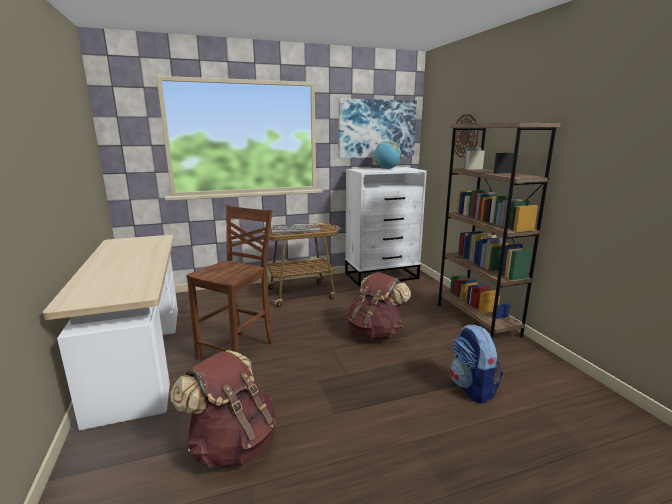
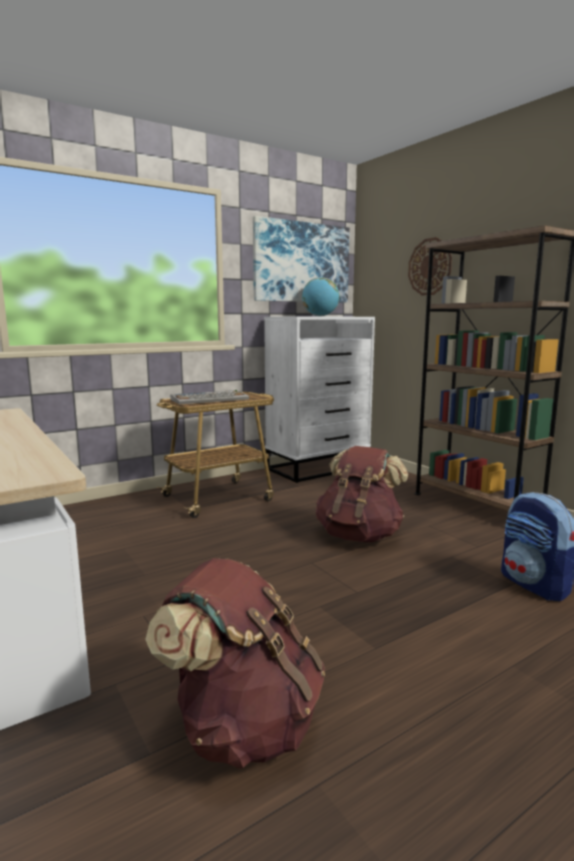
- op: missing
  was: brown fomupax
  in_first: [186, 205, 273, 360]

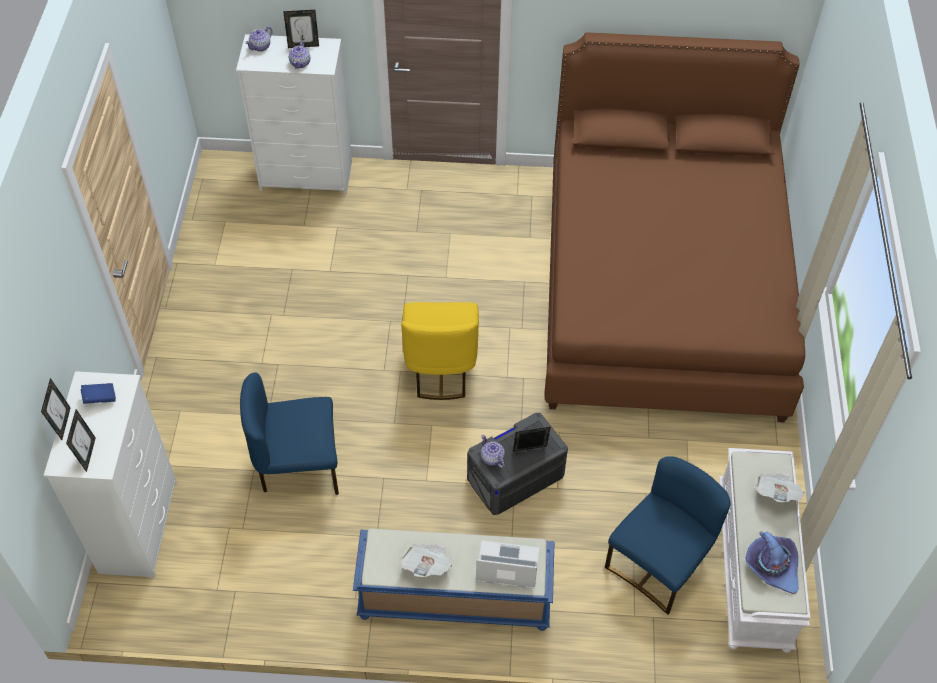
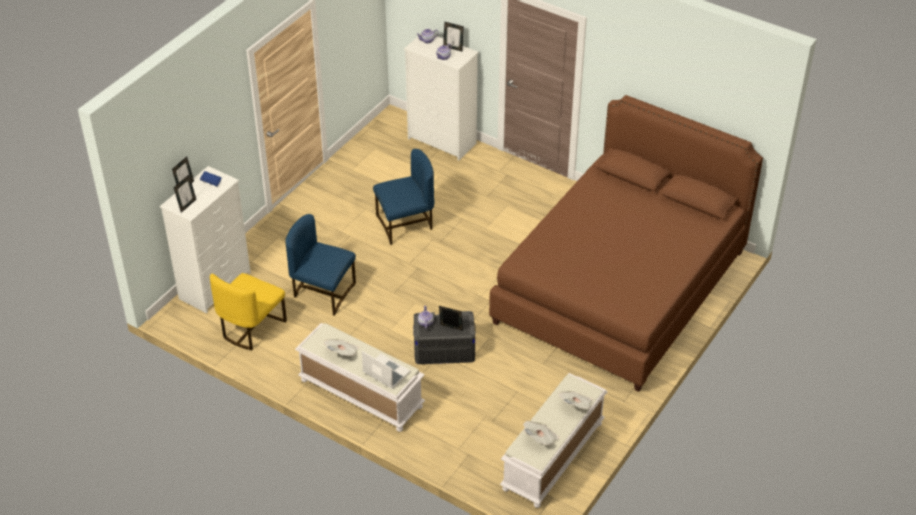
- op: colour
  was: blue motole
  now: white motole
  in_first: [353, 529, 554, 631]
  in_second: [295, 323, 425, 432]
- op: relocated
  was: yellow fomupax
  in_first: [401, 302, 479, 400]
  in_second: [210, 273, 287, 350]
- op: relocated
  was: blue fomupax
  in_first: [605, 456, 730, 615]
  in_second: [373, 149, 434, 245]
- op: exchanged
  was: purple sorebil
  now: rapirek
  in_first: [746, 531, 799, 594]
  in_second: [523, 421, 560, 446]

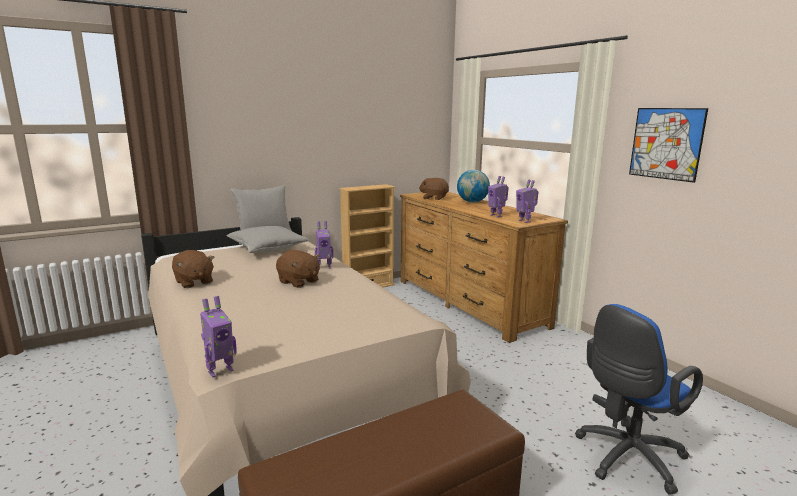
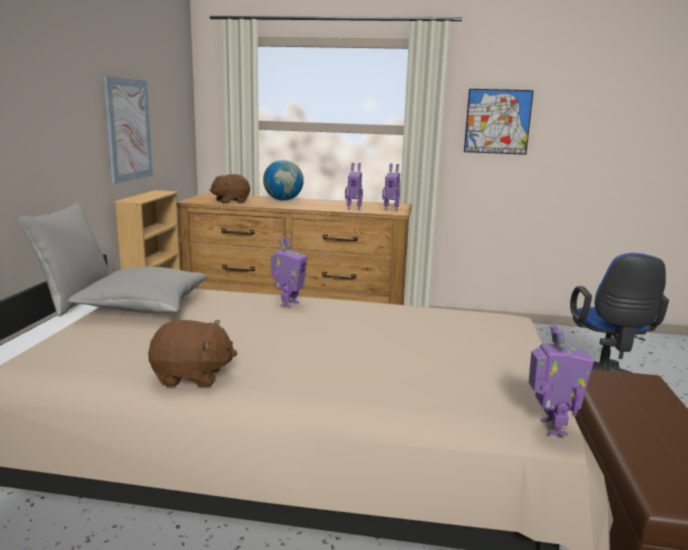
- op: missing
  was: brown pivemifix
  in_first: [276, 250, 320, 288]
- op: appeared
  now: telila
  in_second: [104, 76, 153, 184]

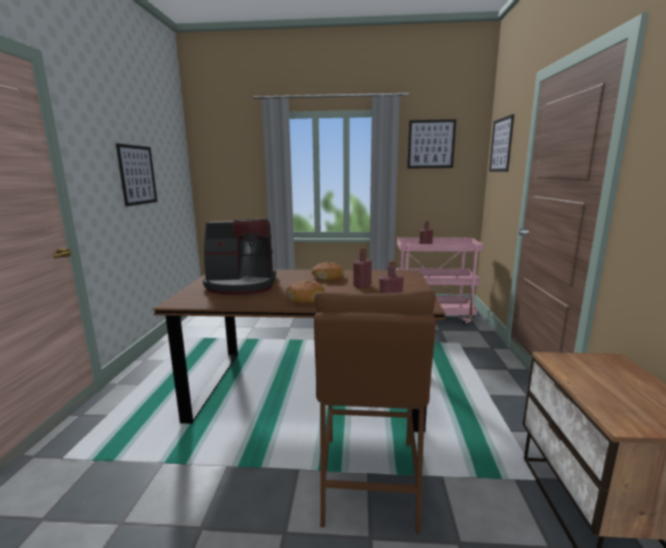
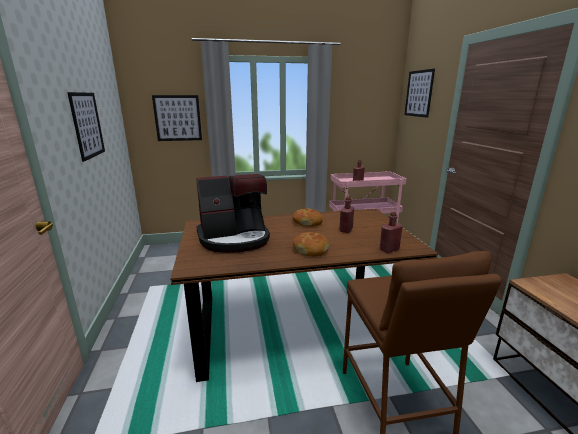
- op: relocated
  was: telila
  in_first: [407, 119, 456, 169]
  in_second: [152, 95, 202, 141]

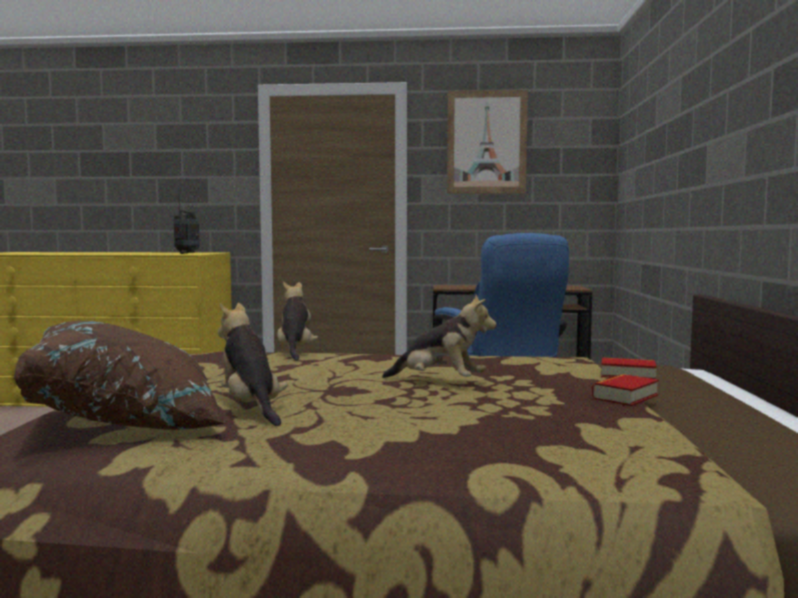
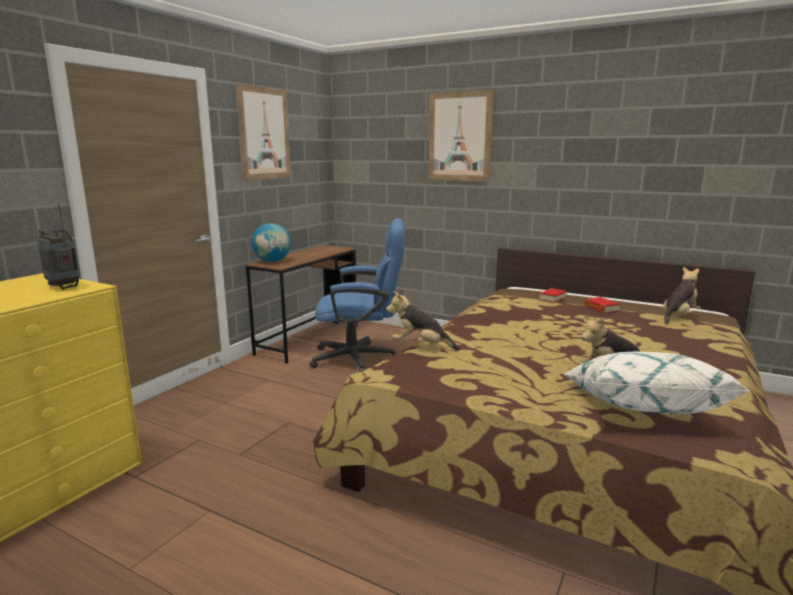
- op: colour
  was: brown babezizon
  now: white babezizon
  in_first: [14, 321, 226, 430]
  in_second: [564, 352, 750, 414]
- op: relocated
  was: pivemifix
  in_first: [382, 295, 497, 378]
  in_second: [663, 266, 700, 324]
- op: appeared
  now: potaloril
  in_second: [252, 223, 291, 262]
- op: appeared
  now: telila
  in_second: [428, 90, 494, 182]

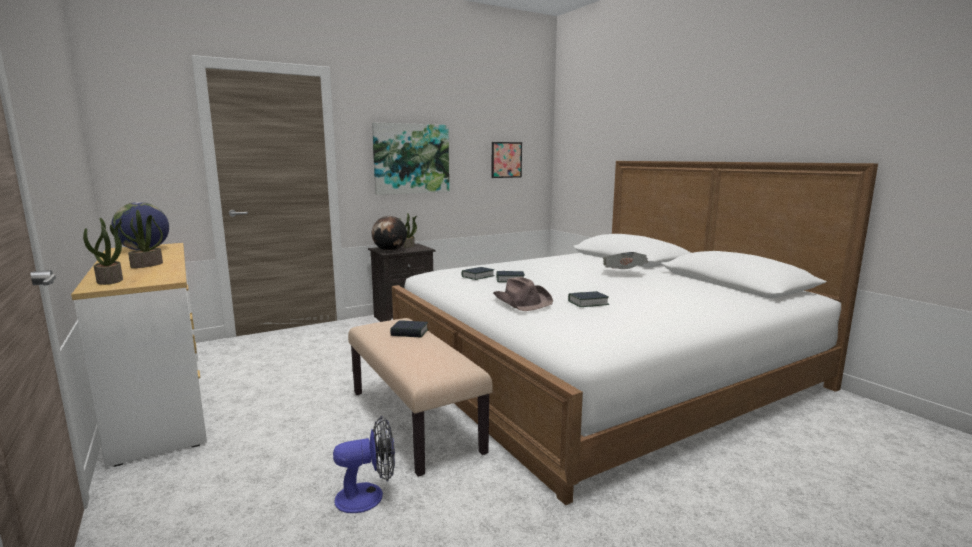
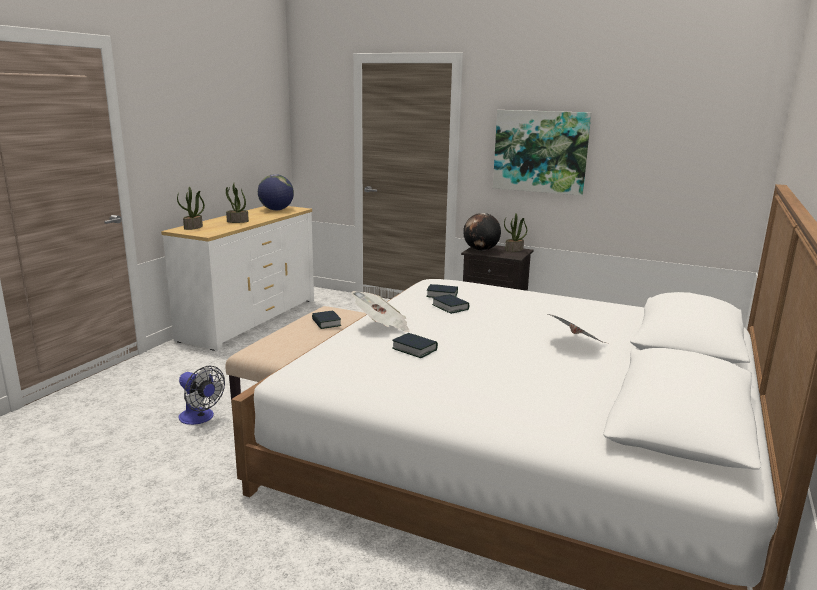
- op: missing
  was: telila
  in_first: [492, 142, 522, 178]
- op: exchanged
  was: brown sorebil
  now: rapirek
  in_first: [493, 277, 553, 311]
  in_second: [352, 291, 410, 332]

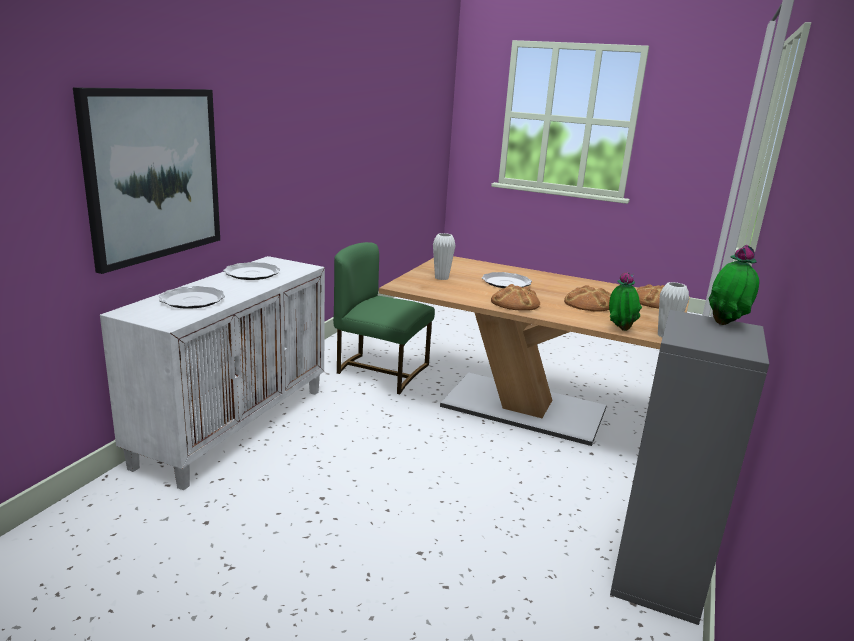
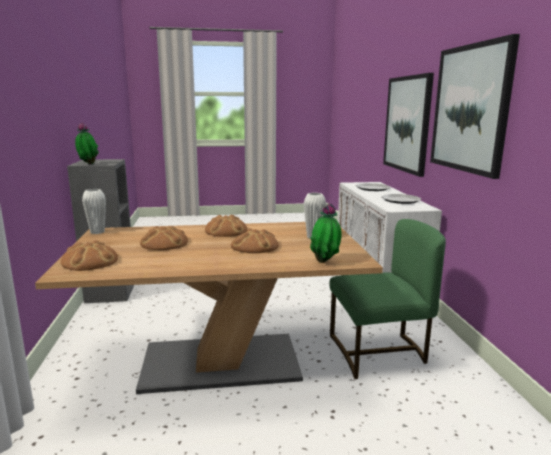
- op: exchanged
  was: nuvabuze
  now: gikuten
  in_first: [482, 272, 532, 288]
  in_second: [231, 228, 279, 253]
- op: relocated
  was: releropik
  in_first: [609, 272, 642, 331]
  in_second: [310, 203, 342, 263]
- op: appeared
  now: telila
  in_second: [430, 34, 520, 179]

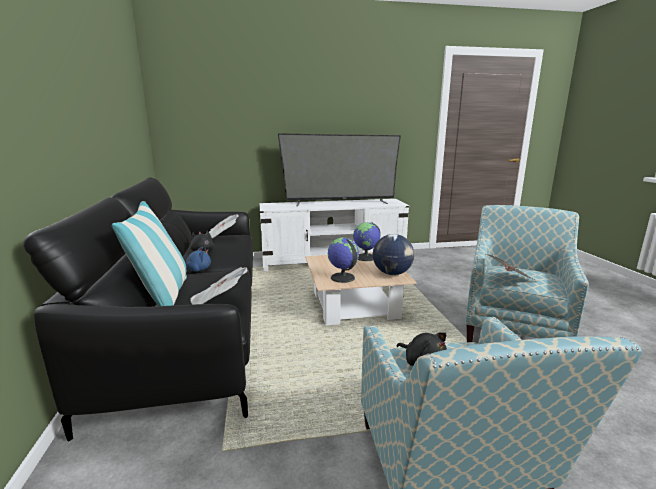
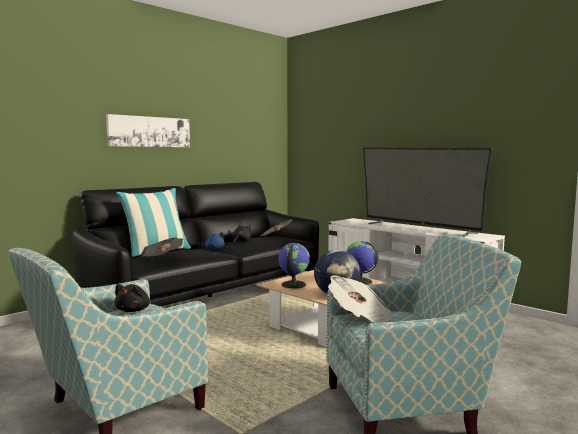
- op: appeared
  now: telila
  in_second: [106, 114, 190, 147]

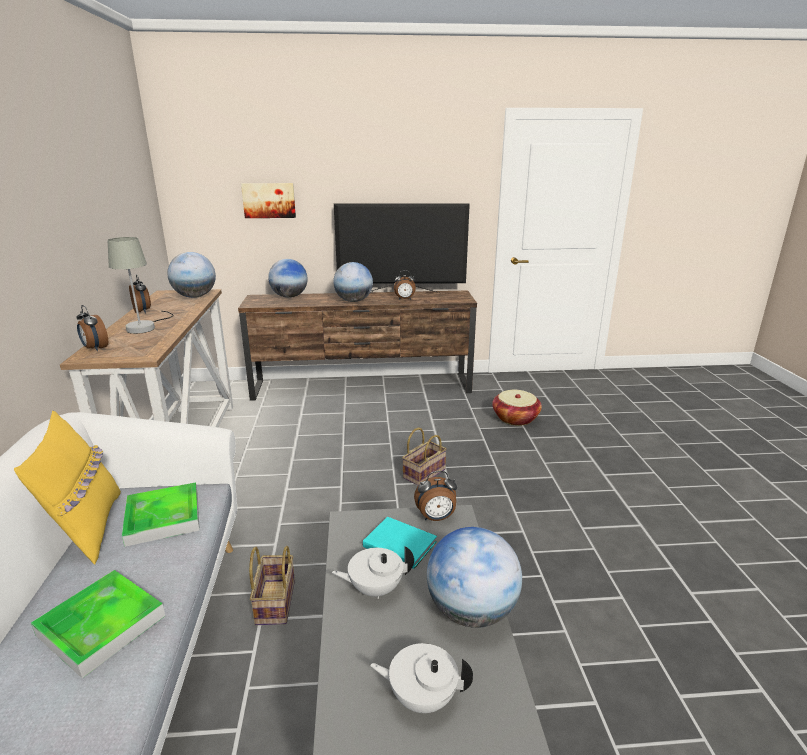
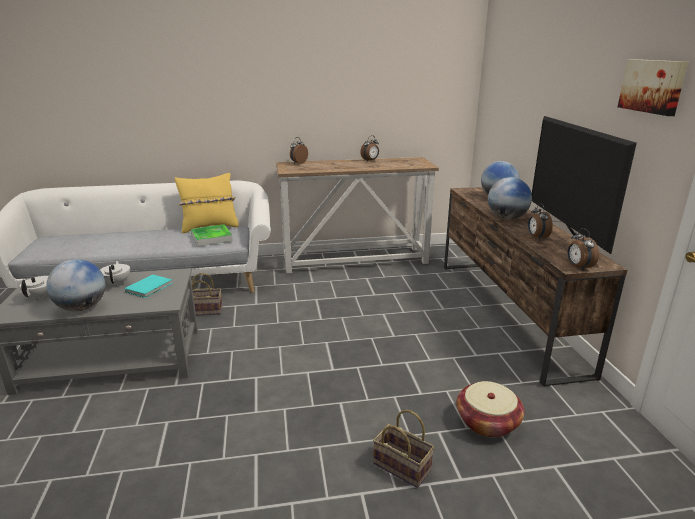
- op: missing
  was: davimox
  in_first: [31, 570, 165, 678]
- op: missing
  was: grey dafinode
  in_first: [108, 237, 174, 334]
- op: missing
  was: potaloril
  in_first: [167, 252, 216, 298]
- op: relocated
  was: telila
  in_first: [241, 183, 296, 218]
  in_second: [618, 59, 688, 116]
- op: relocated
  was: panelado
  in_first: [402, 427, 447, 486]
  in_second: [373, 410, 434, 488]
- op: relocated
  was: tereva
  in_first: [414, 471, 457, 521]
  in_second: [567, 228, 599, 271]

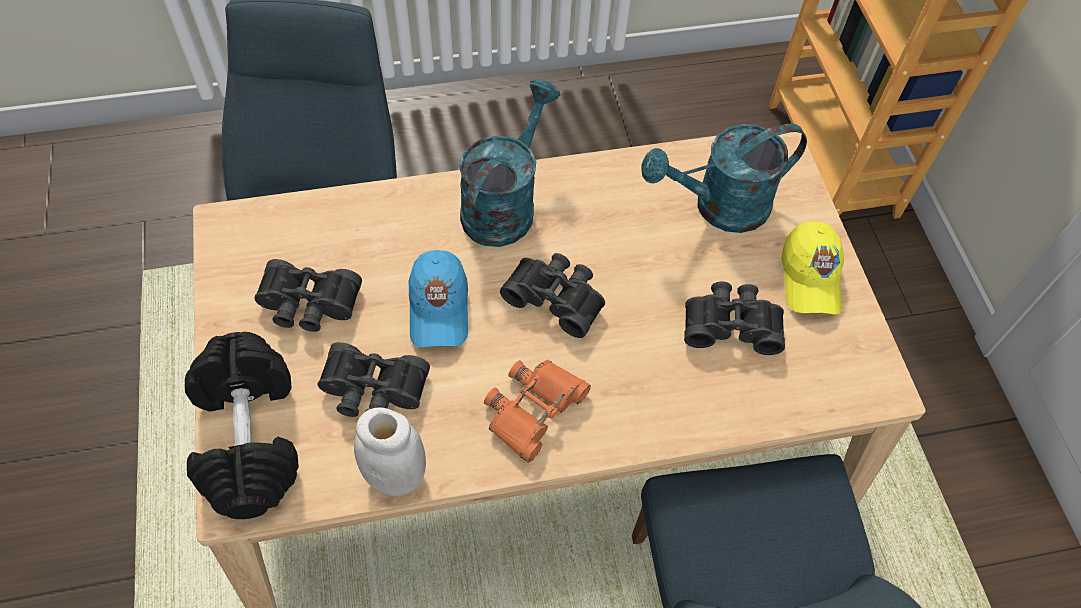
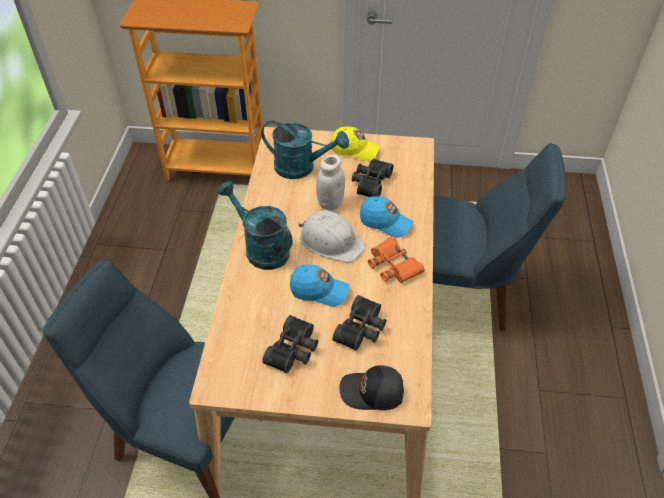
- op: exchanged
  was: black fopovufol
  now: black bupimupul
  in_first: [185, 332, 299, 519]
  in_second: [340, 365, 404, 410]
- op: relocated
  was: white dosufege
  in_first: [354, 407, 426, 496]
  in_second: [316, 155, 345, 210]
- op: exchanged
  was: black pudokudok
  now: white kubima
  in_first: [500, 253, 605, 338]
  in_second: [298, 211, 366, 263]
- op: spun
  was: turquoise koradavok
  in_first: [641, 124, 807, 233]
  in_second: [262, 121, 349, 179]
  clockwise: -75
- op: appeared
  now: blue bupimupul
  in_second: [360, 196, 414, 238]

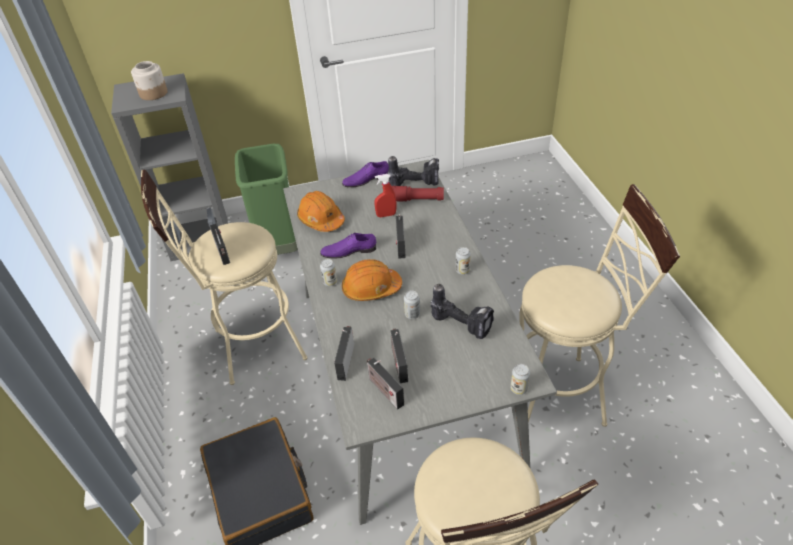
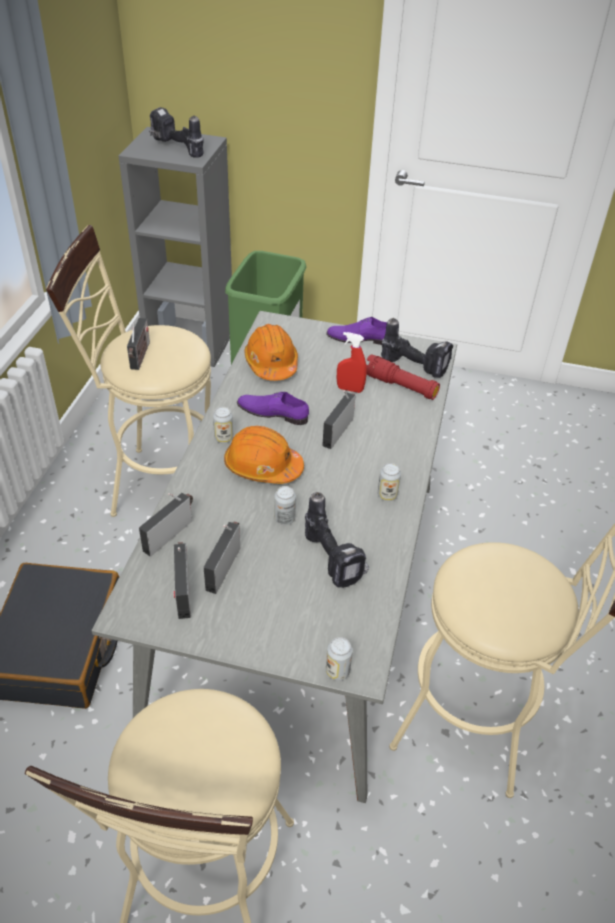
- op: exchanged
  was: dosufege
  now: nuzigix
  in_first: [131, 61, 168, 100]
  in_second: [149, 107, 204, 158]

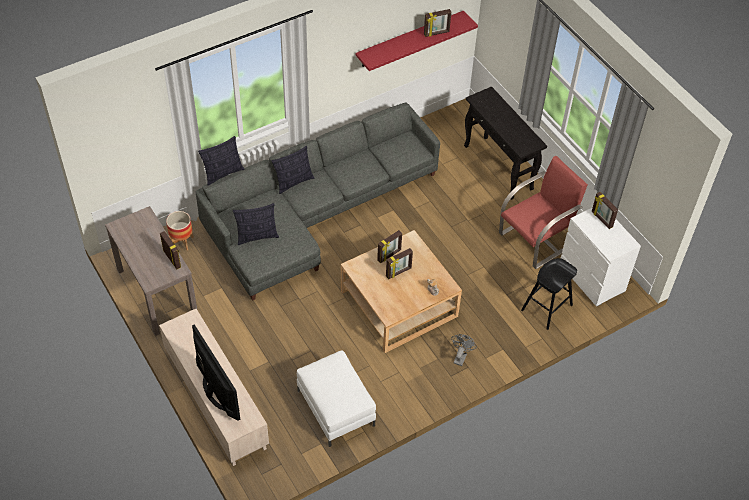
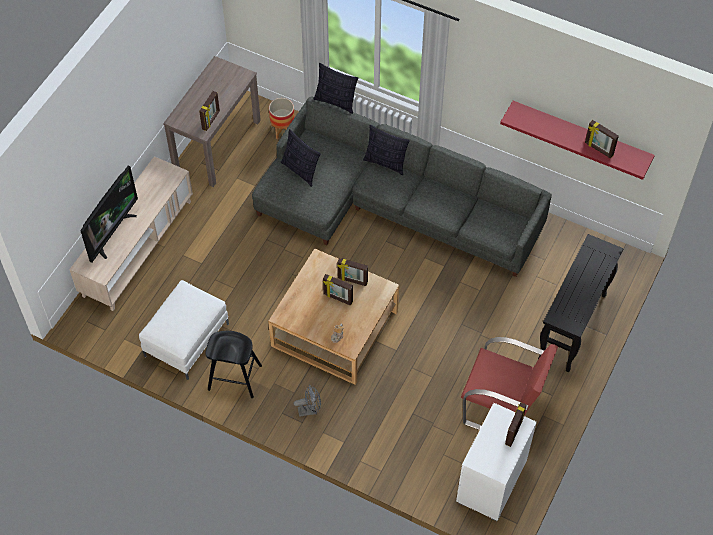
- op: relocated
  was: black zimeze
  in_first: [521, 258, 577, 330]
  in_second: [205, 331, 262, 398]

